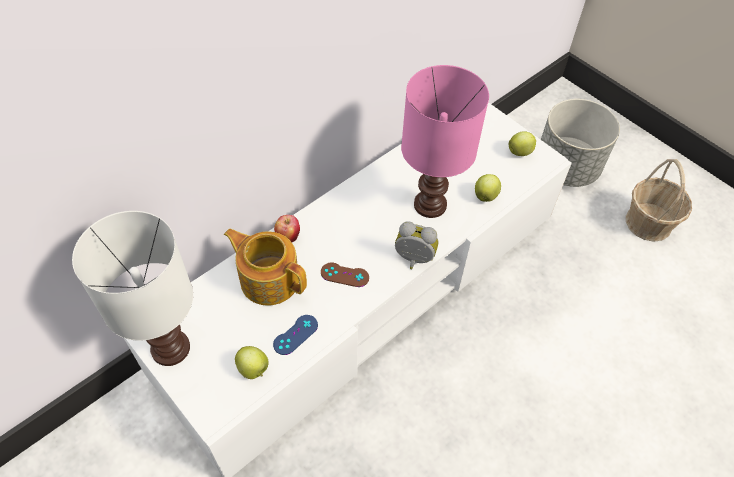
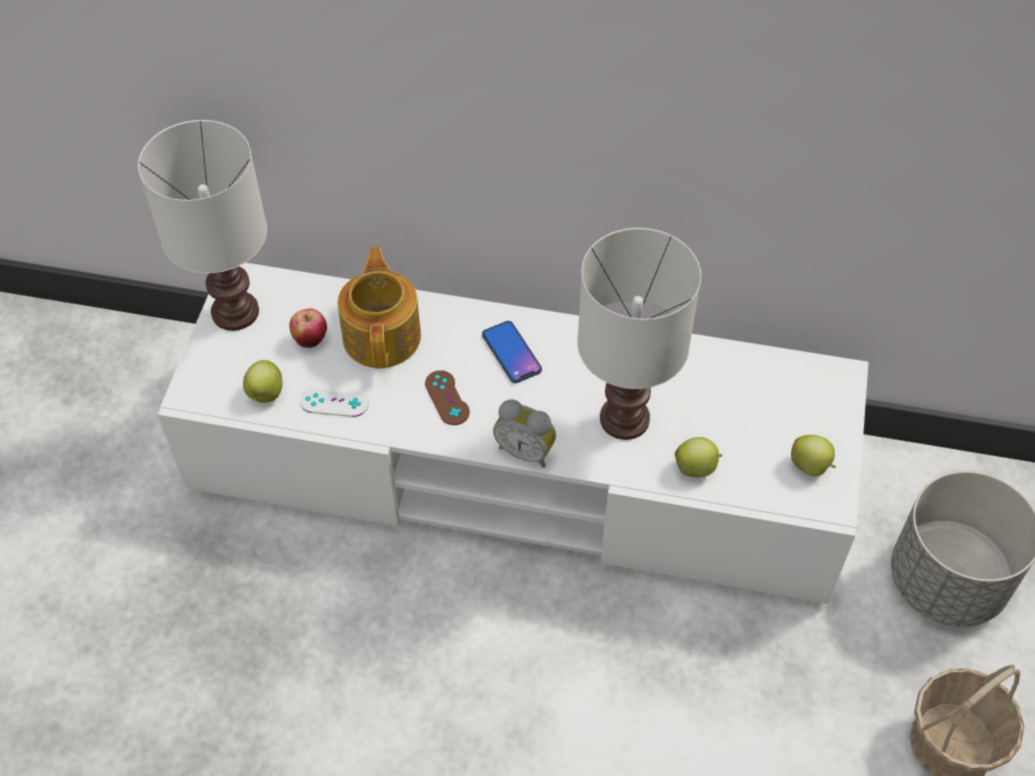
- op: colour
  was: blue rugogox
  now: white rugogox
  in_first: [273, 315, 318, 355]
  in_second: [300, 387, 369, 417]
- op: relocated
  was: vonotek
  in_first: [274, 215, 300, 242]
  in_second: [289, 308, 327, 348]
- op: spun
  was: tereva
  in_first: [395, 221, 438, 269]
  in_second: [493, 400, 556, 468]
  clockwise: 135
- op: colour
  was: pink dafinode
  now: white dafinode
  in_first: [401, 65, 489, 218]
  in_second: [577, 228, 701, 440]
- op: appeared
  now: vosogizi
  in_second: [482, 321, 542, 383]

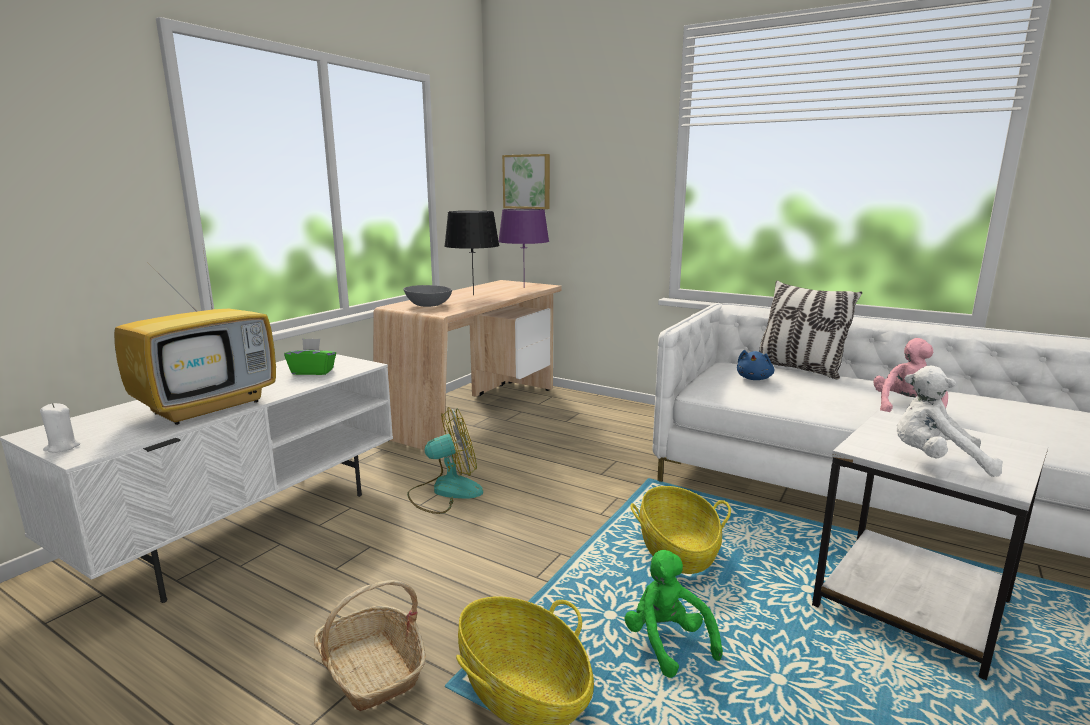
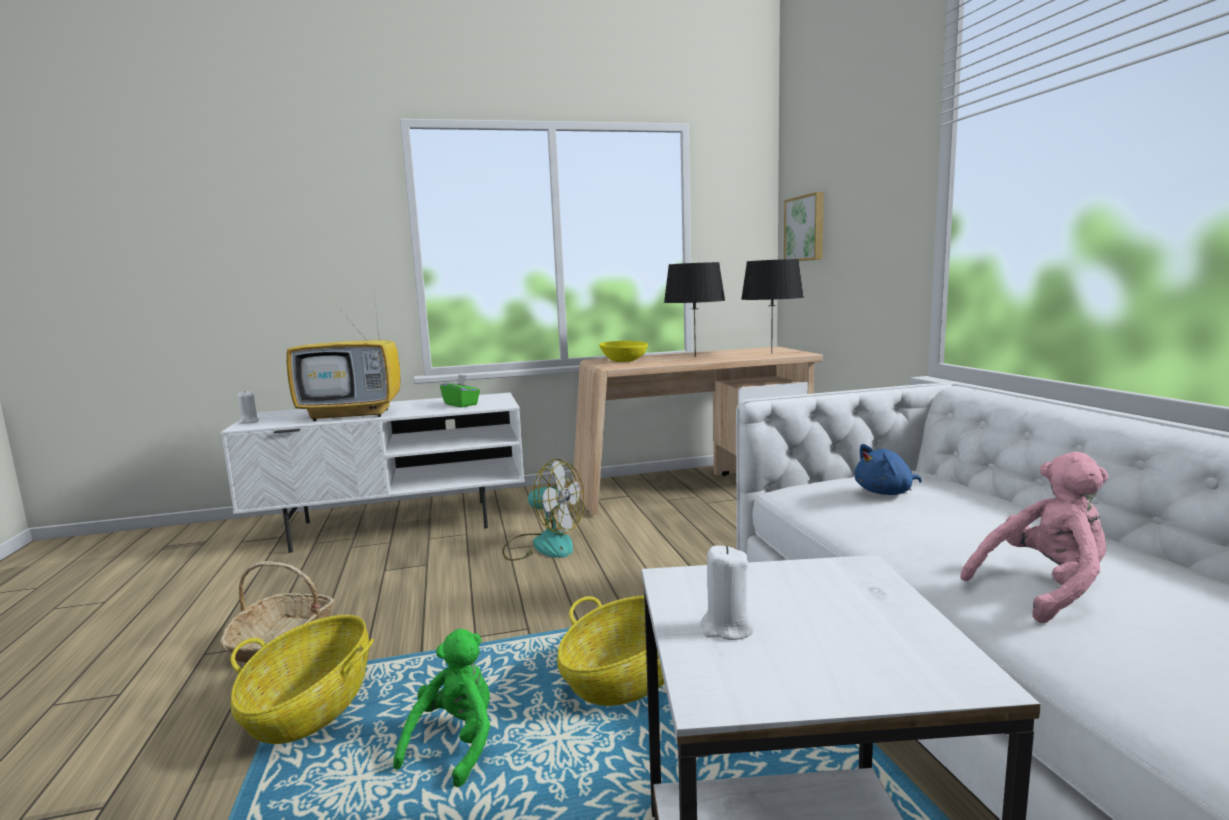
- op: colour
  was: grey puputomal
  now: yellow puputomal
  in_first: [404, 285, 452, 307]
  in_second: [599, 341, 648, 362]
- op: colour
  was: purple dafinode
  now: black dafinode
  in_first: [499, 209, 549, 288]
  in_second: [741, 259, 804, 354]
- op: missing
  was: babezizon
  in_first: [759, 280, 862, 380]
- op: exchanged
  was: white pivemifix
  now: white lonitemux
  in_first: [897, 365, 1003, 477]
  in_second: [700, 545, 754, 640]

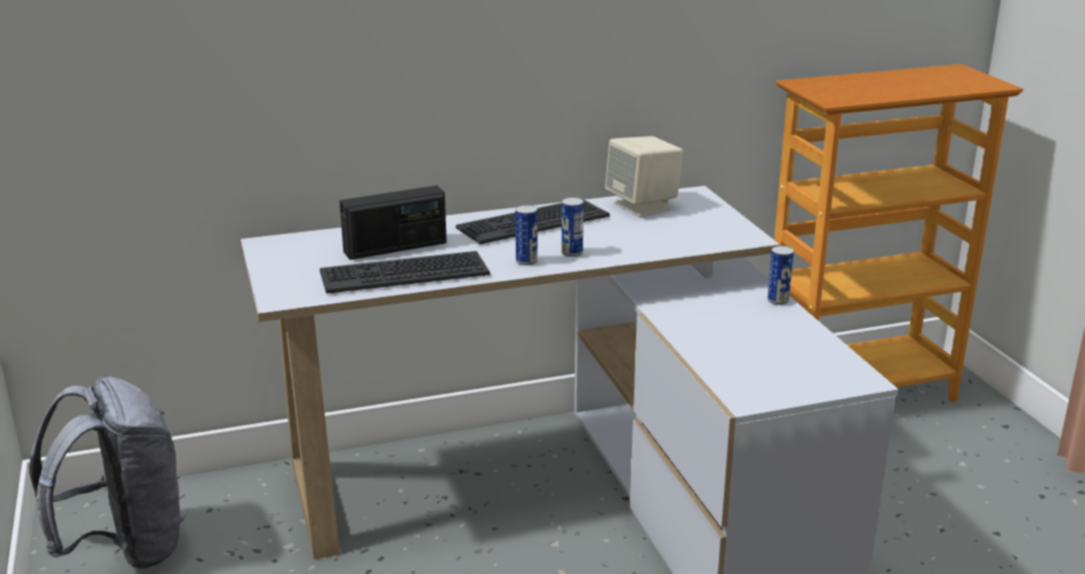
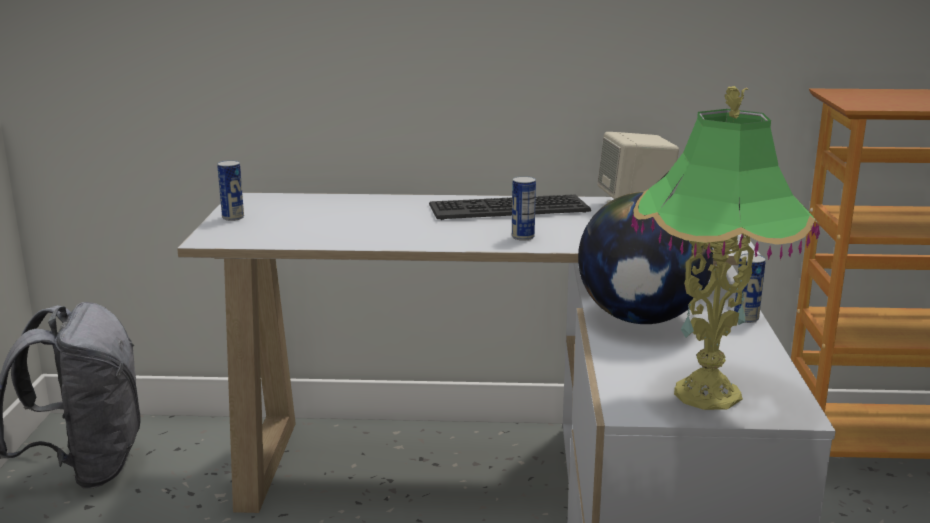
- op: missing
  was: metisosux
  in_first: [320, 251, 490, 294]
- op: missing
  was: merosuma
  in_first: [340, 185, 447, 260]
- op: relocated
  was: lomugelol
  in_first: [515, 205, 537, 266]
  in_second: [217, 160, 244, 221]
- op: appeared
  now: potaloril
  in_second: [578, 192, 713, 324]
- op: appeared
  now: dafinode
  in_second: [631, 86, 820, 410]

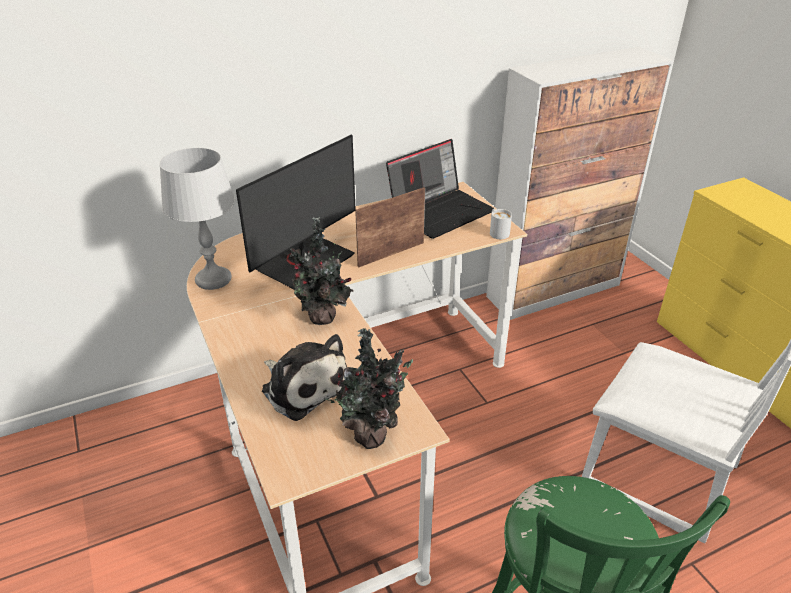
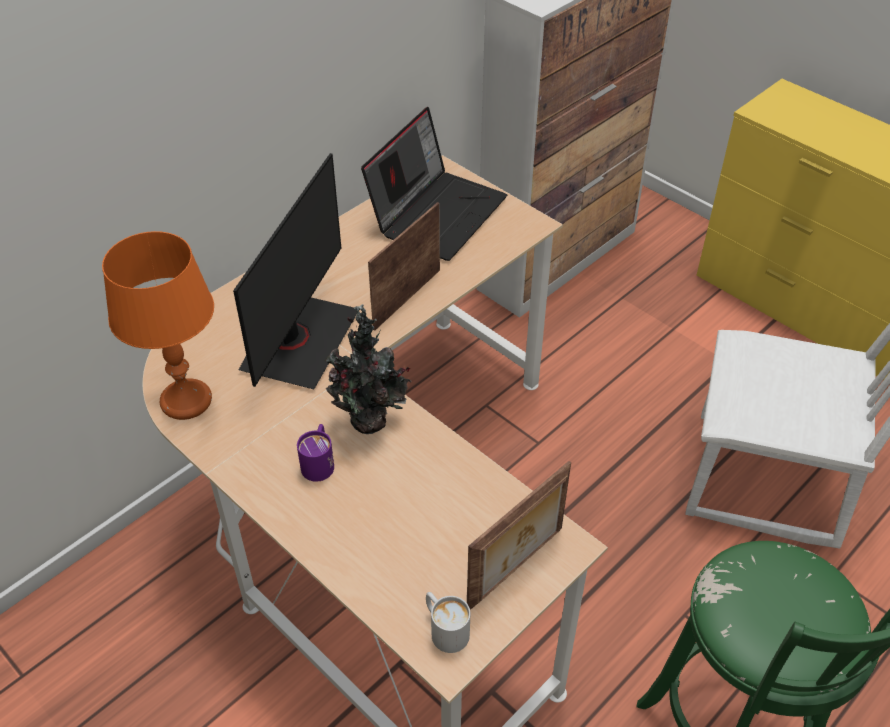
- op: colour
  was: grey dafinode
  now: orange dafinode
  in_first: [159, 148, 235, 290]
  in_second: [102, 231, 214, 420]
- op: missing
  was: pivemifix
  in_first: [262, 334, 347, 421]
- op: exchanged
  was: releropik
  now: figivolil
  in_first: [324, 328, 413, 449]
  in_second: [467, 461, 571, 610]
- op: relocated
  was: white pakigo
  in_first: [490, 209, 512, 239]
  in_second: [426, 592, 470, 653]
- op: appeared
  now: purple pakigo
  in_second: [297, 424, 334, 482]

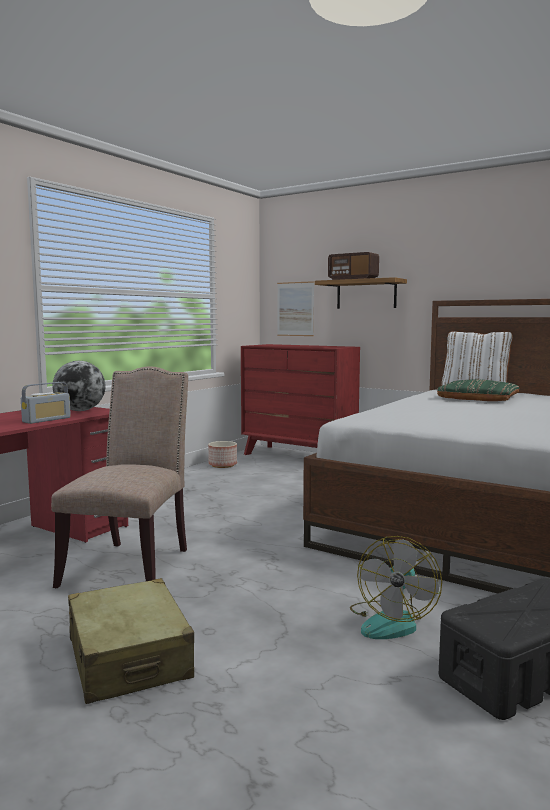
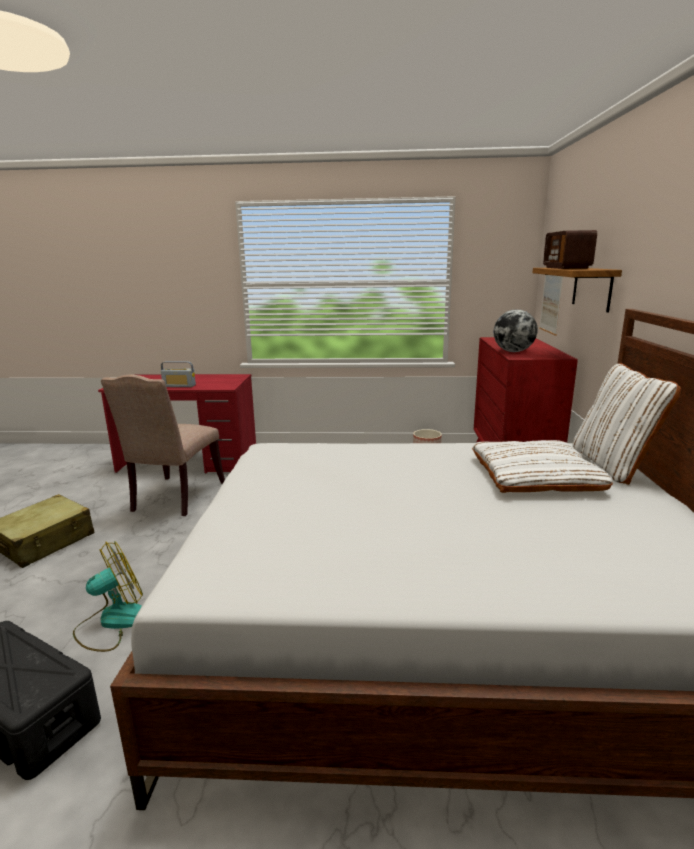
- op: spun
  was: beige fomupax
  in_first: [51, 366, 188, 588]
  in_second: [101, 374, 225, 516]
  clockwise: 120
- op: relocated
  was: potaloril
  in_first: [52, 361, 105, 411]
  in_second: [494, 310, 538, 352]
- op: spun
  was: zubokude
  in_first: [350, 536, 442, 639]
  in_second: [73, 541, 143, 652]
  clockwise: 150
- op: colour
  was: green babezizon
  now: white babezizon
  in_first: [437, 379, 519, 401]
  in_second: [472, 440, 613, 493]

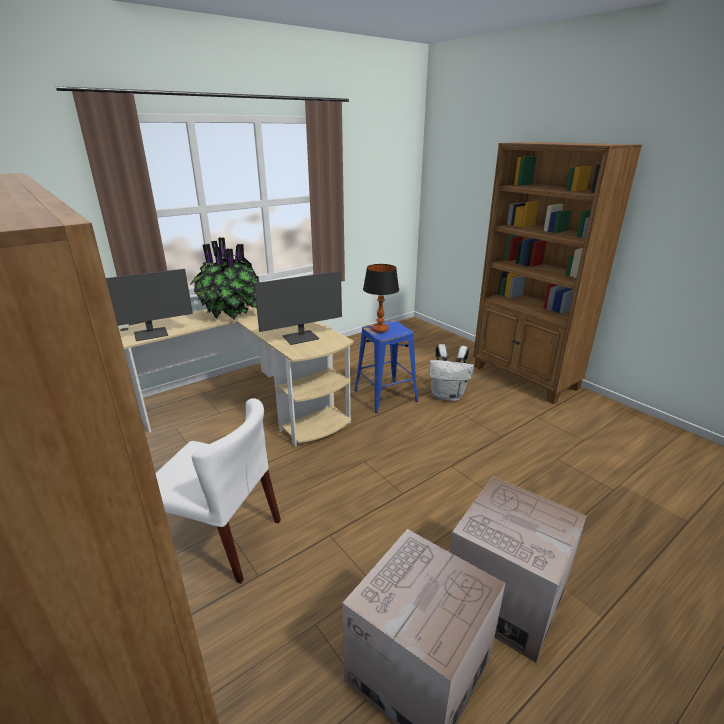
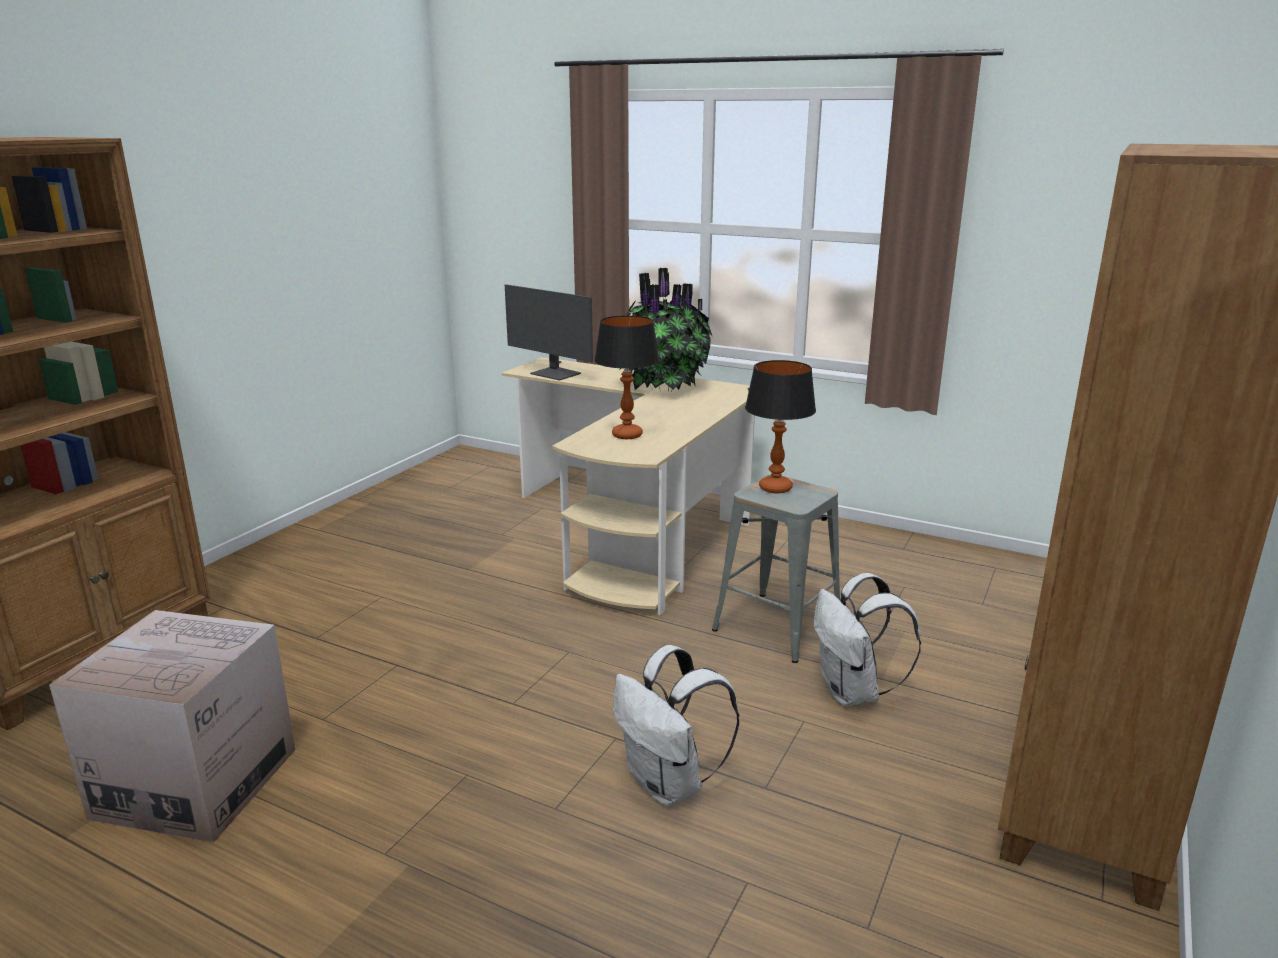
- op: missing
  was: white fomupax
  in_first: [155, 398, 281, 584]
- op: exchanged
  was: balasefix
  now: dafinode
  in_first: [254, 271, 342, 345]
  in_second: [594, 315, 660, 439]
- op: colour
  was: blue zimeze
  now: grey zimeze
  in_first: [354, 321, 418, 413]
  in_second: [712, 475, 841, 663]
- op: missing
  was: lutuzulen
  in_first: [450, 477, 586, 663]
- op: appeared
  now: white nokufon
  in_second: [613, 645, 740, 806]

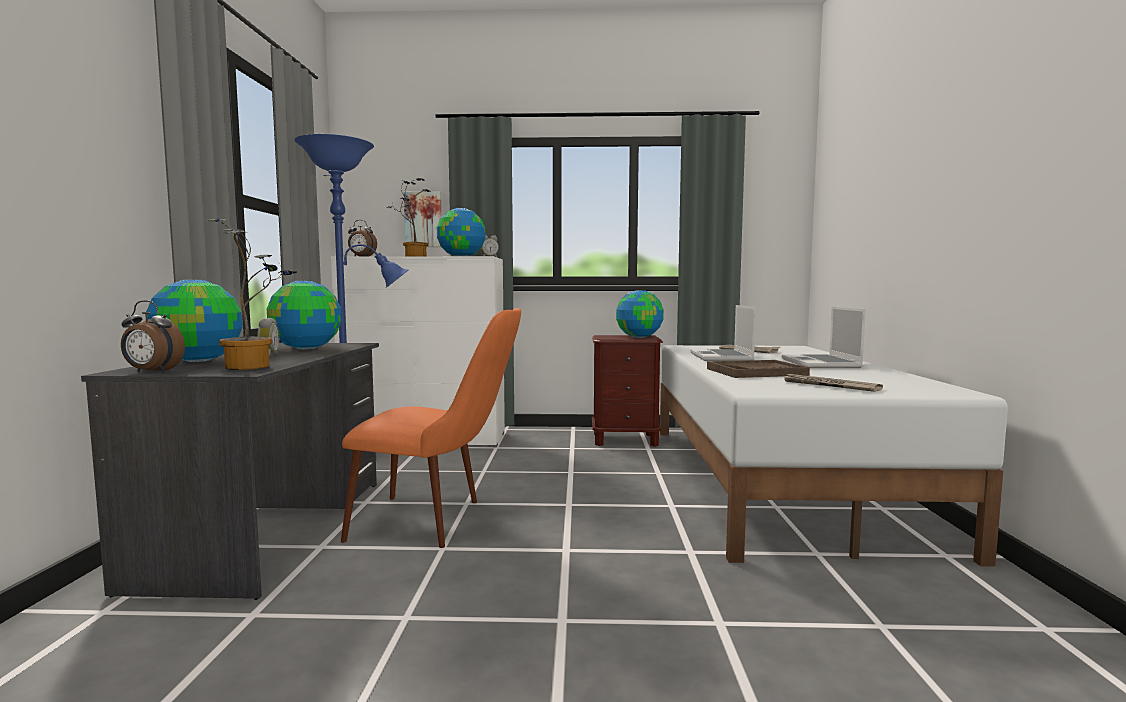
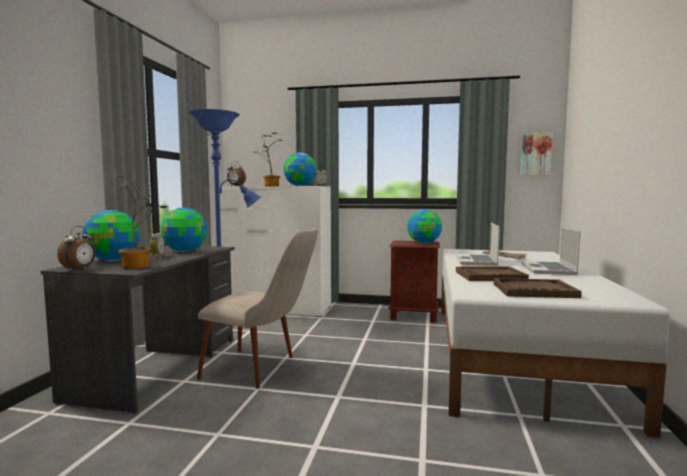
- op: spun
  was: tereva
  in_first: [121, 300, 185, 373]
  in_second: [57, 226, 96, 271]
  clockwise: -90
- op: colour
  was: orange fomupax
  now: beige fomupax
  in_first: [341, 308, 521, 548]
  in_second: [197, 228, 318, 388]
- op: relocated
  was: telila
  in_first: [404, 191, 441, 247]
  in_second: [520, 132, 553, 176]
- op: exchanged
  was: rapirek
  now: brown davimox
  in_first: [782, 374, 883, 392]
  in_second: [494, 278, 582, 298]

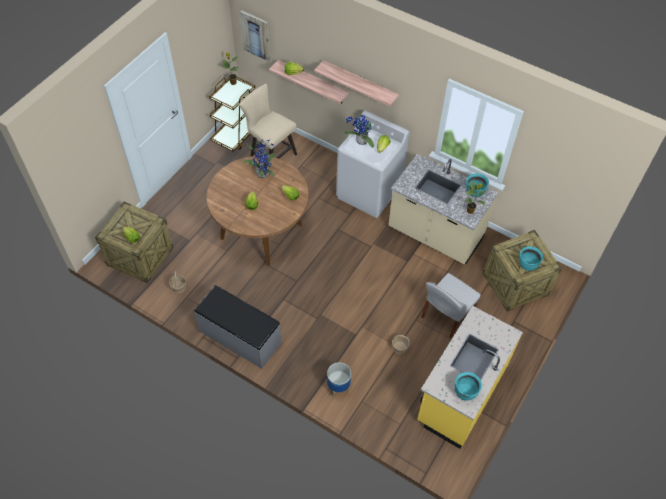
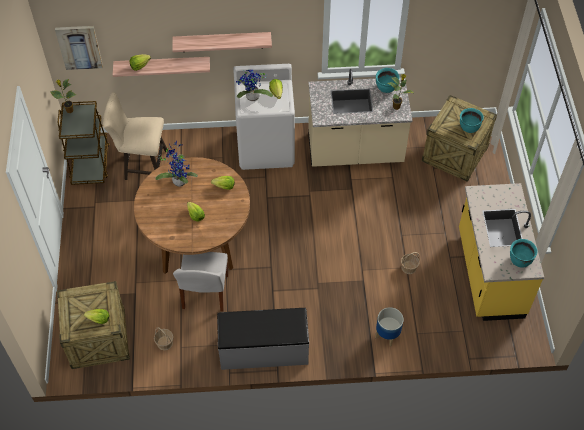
- op: relocated
  was: white fomupax
  in_first: [421, 273, 481, 338]
  in_second: [173, 252, 228, 312]

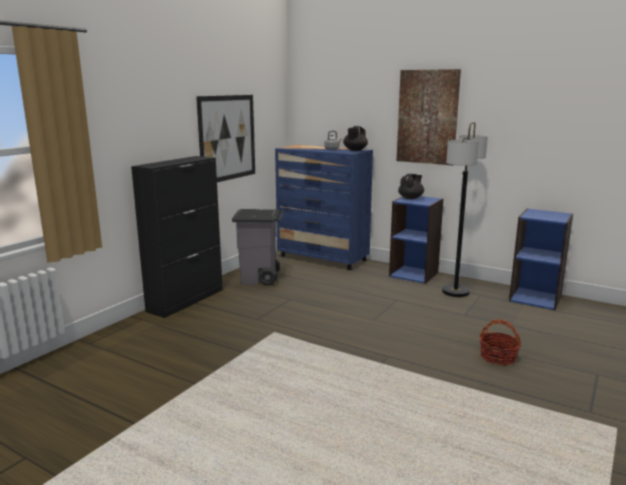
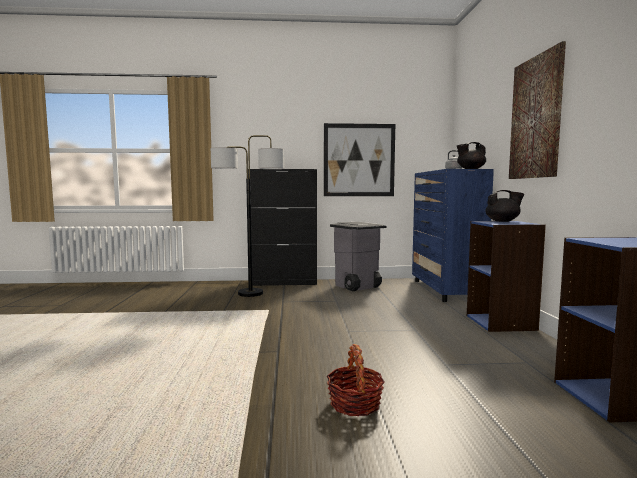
- op: relocated
  was: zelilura
  in_first: [442, 122, 488, 297]
  in_second: [211, 135, 284, 297]

